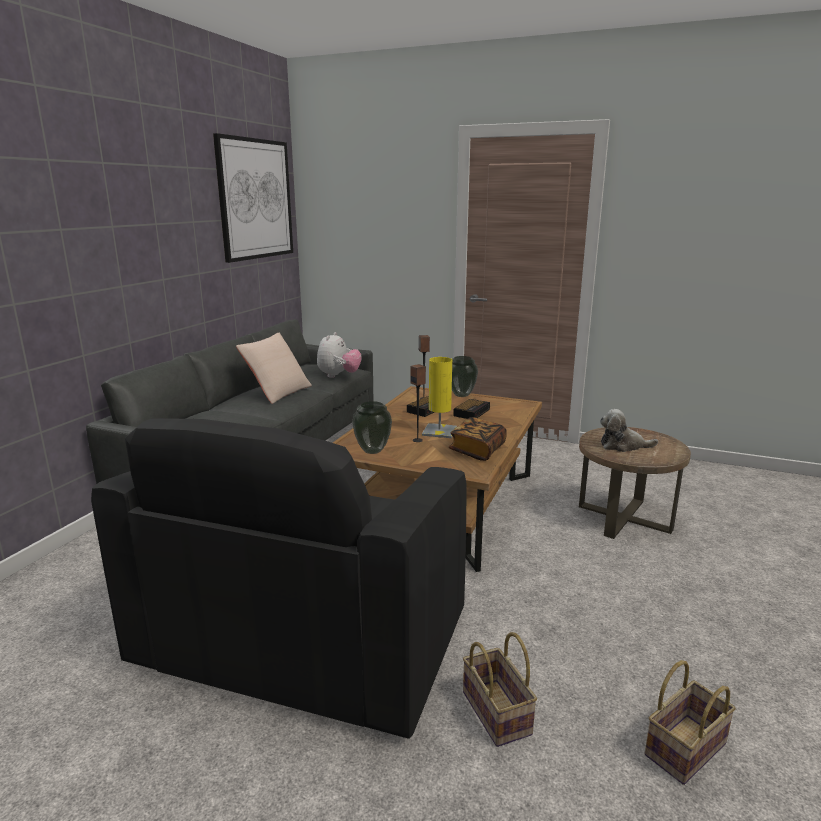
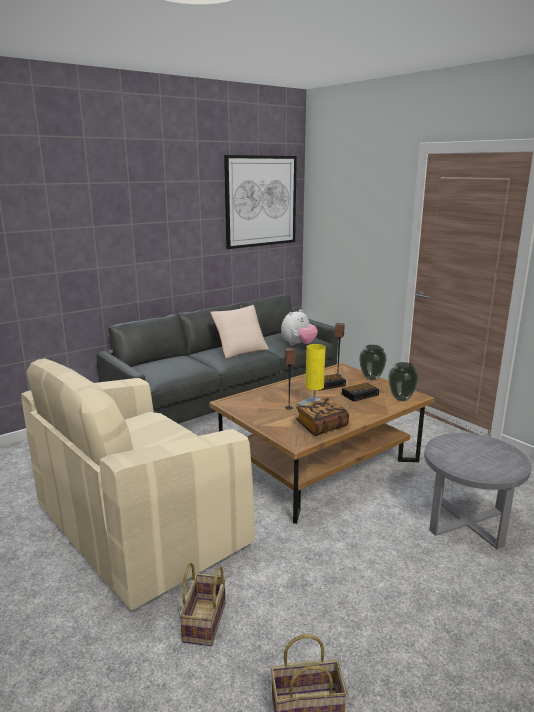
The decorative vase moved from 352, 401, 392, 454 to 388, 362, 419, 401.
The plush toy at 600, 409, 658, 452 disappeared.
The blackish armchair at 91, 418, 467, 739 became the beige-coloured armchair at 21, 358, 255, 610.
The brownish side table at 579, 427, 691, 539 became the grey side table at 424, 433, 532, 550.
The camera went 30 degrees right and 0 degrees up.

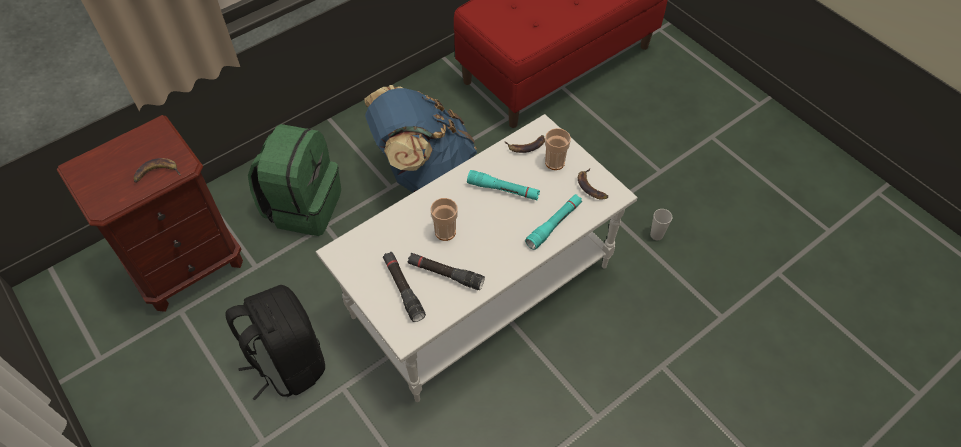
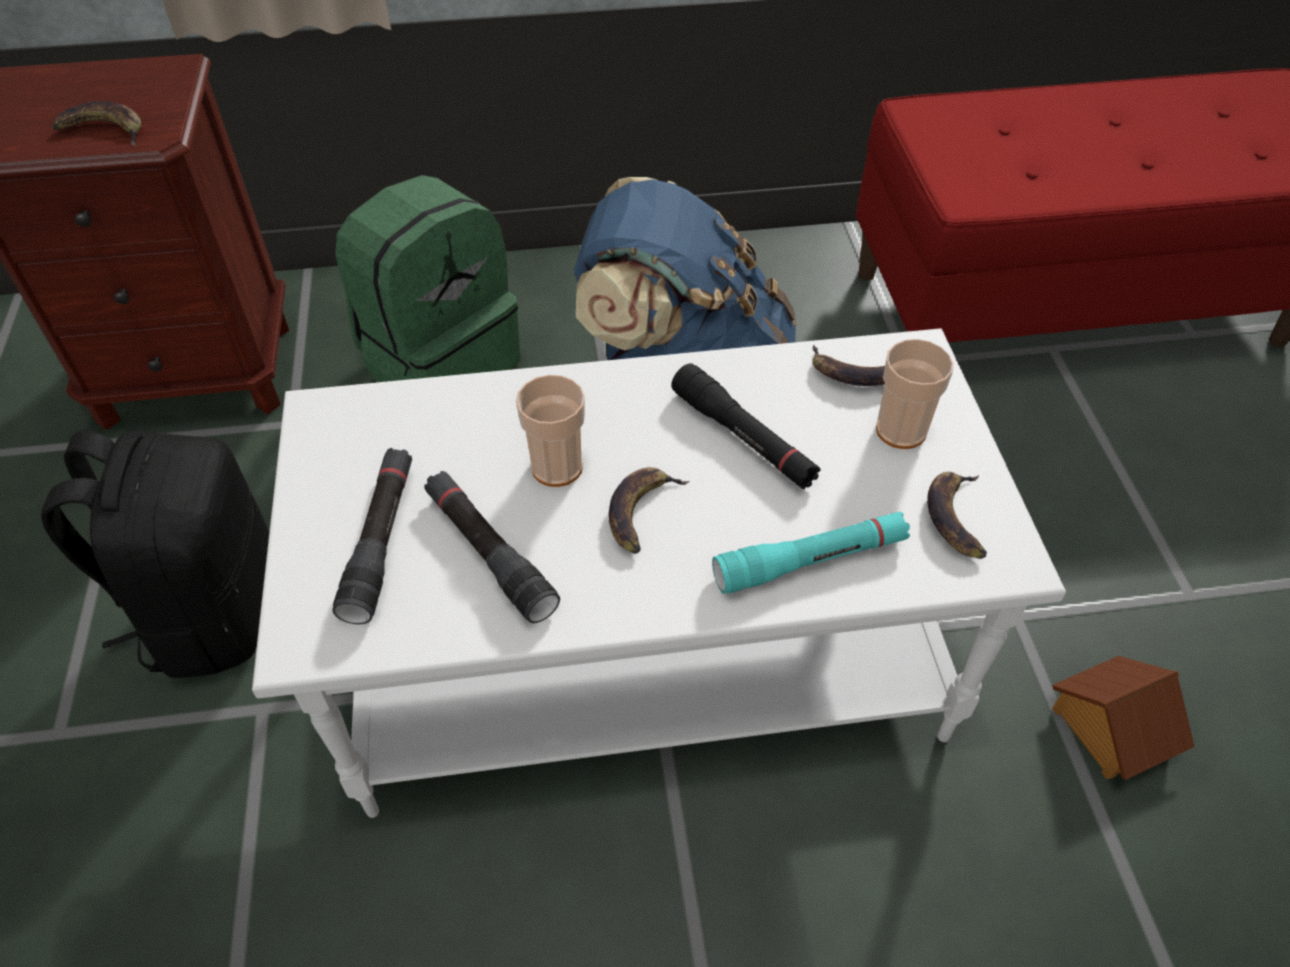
The turquoise-coloured torch at 467, 170, 540, 200 became the blackish torch at 671, 363, 821, 489.
The cup at 650, 209, 673, 240 was replaced by the miniature house at 1052, 656, 1195, 780.
The banana at 608, 467, 689, 554 appeared.
The camera went 30 degrees right and 5 degrees down.

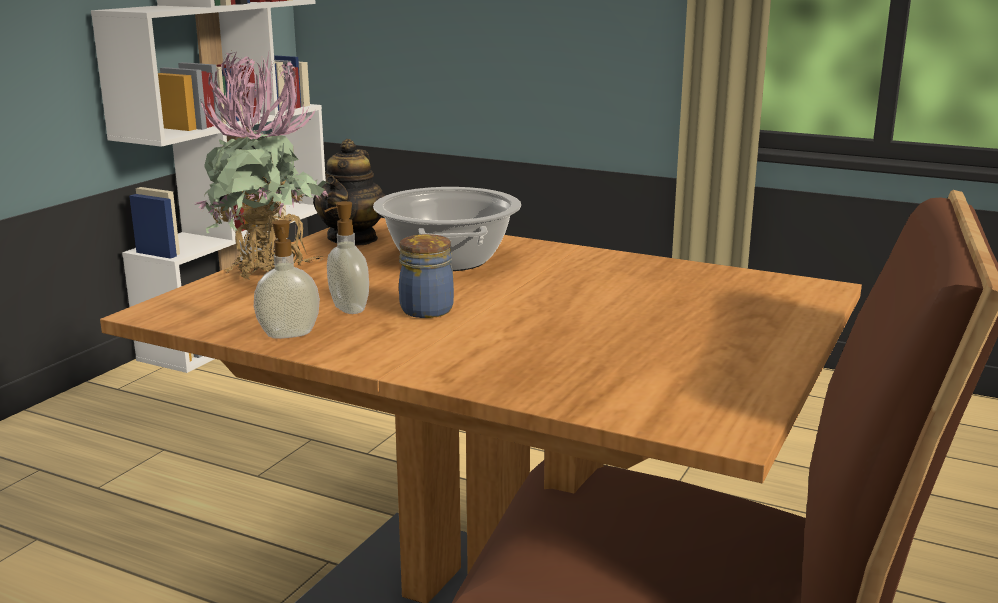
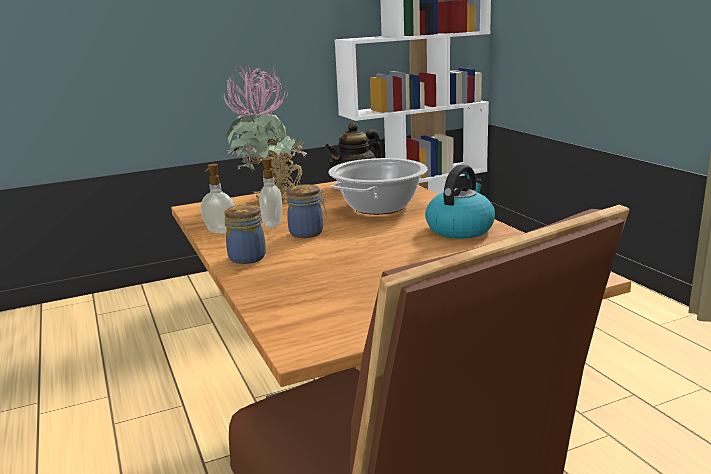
The kettle at 425, 165, 495, 239 appeared.
The preserve jar at 224, 205, 266, 264 appeared.
The camera went 40 degrees right and 0 degrees up.

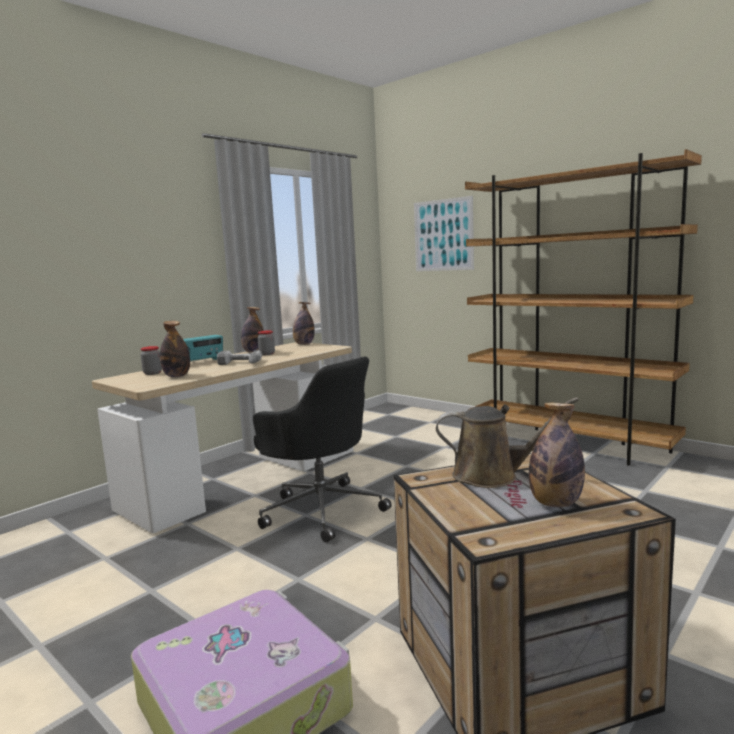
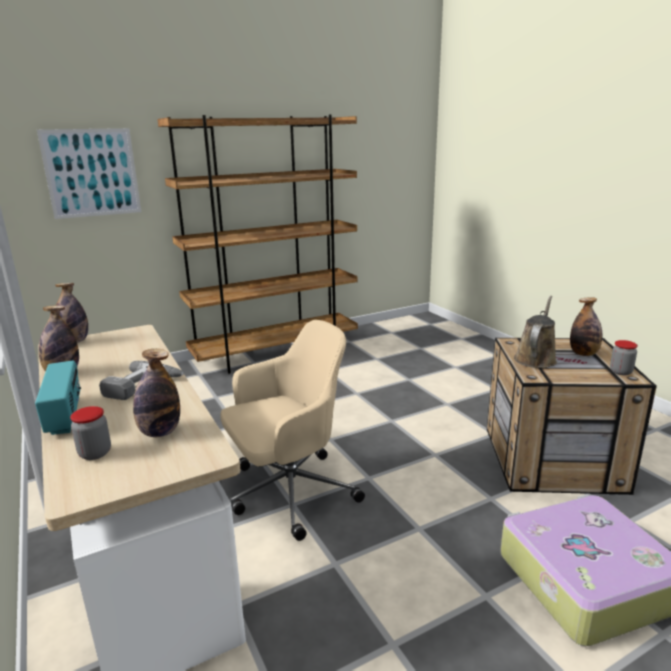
The preserve jar moved from 258, 330, 275, 355 to 610, 340, 638, 375.
The blackish computer chair at 253, 356, 392, 543 became the beige-coloured computer chair at 220, 320, 365, 541.
The camera went 70 degrees left and 10 degrees up.

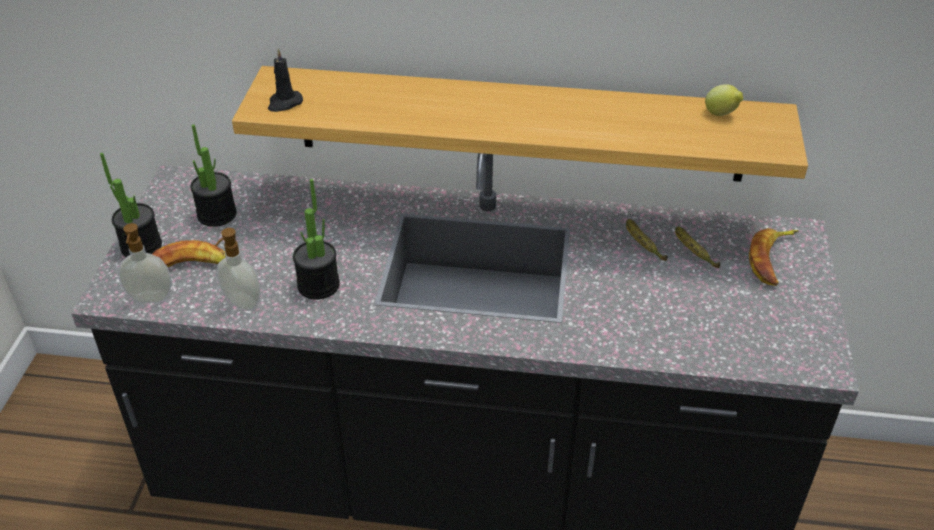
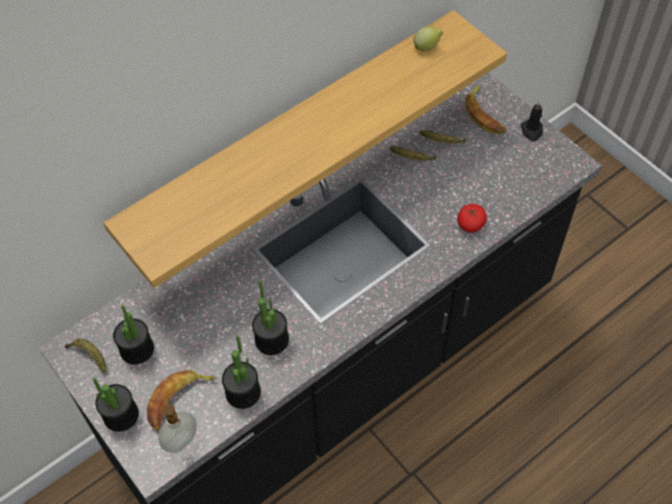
The blackish wax candle moved from 268, 49, 303, 112 to 521, 101, 543, 142.
The soap dispenser at 215, 228, 261, 310 was replaced by the houseplant at 222, 335, 261, 409.
The tomato at 457, 204, 487, 233 appeared.
The banana at 65, 339, 106, 373 appeared.
The camera went 45 degrees left and 15 degrees up.

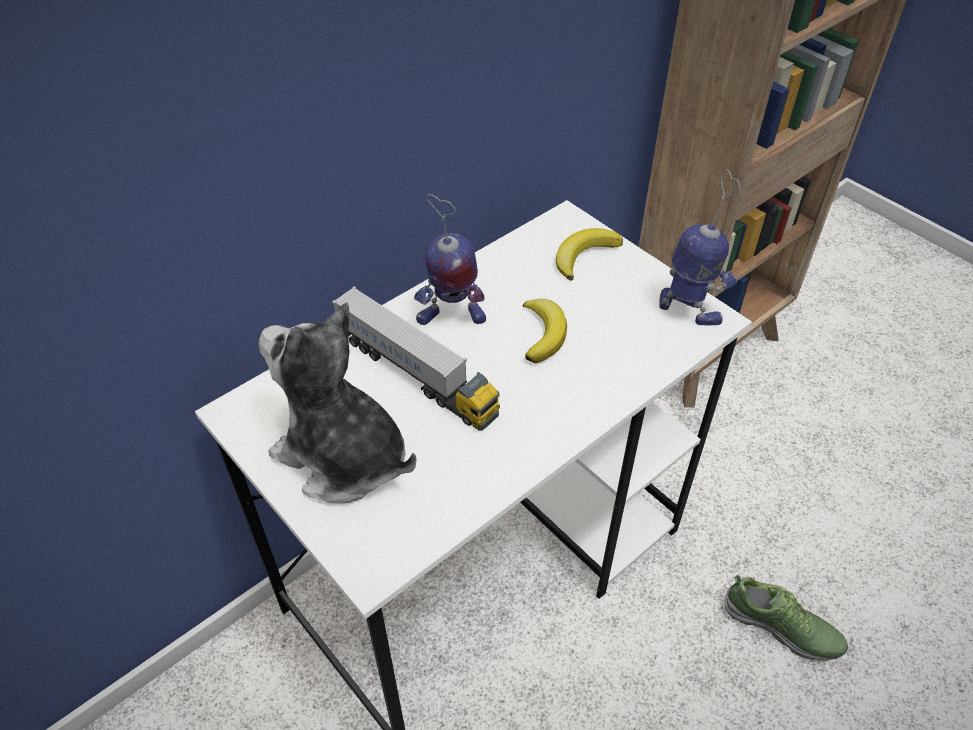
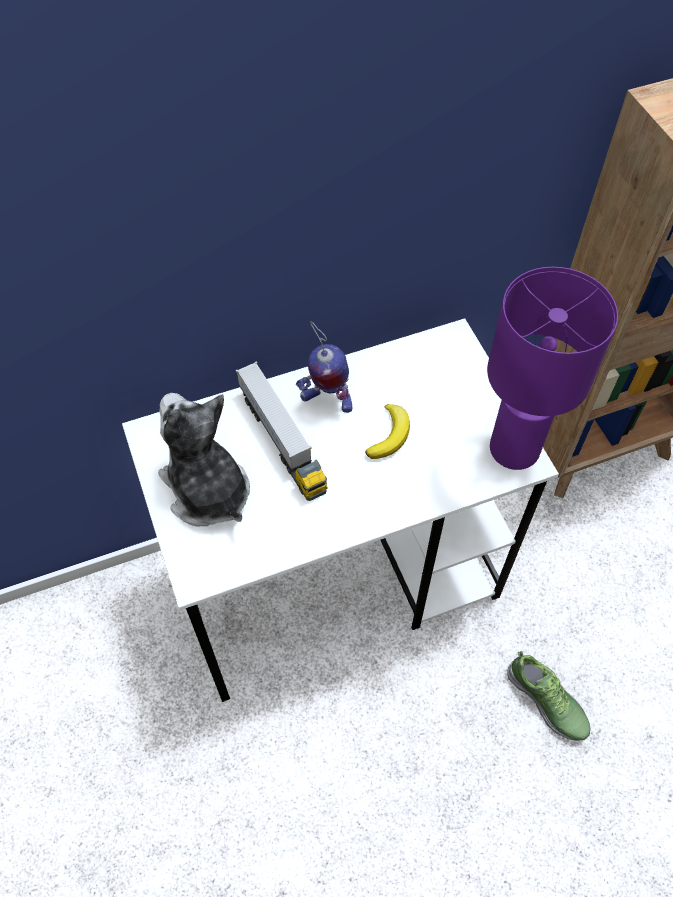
The robot figure at 659, 169, 740, 325 was replaced by the purplish table lamp at 487, 267, 618, 470.
The banana at 556, 228, 623, 281 disappeared.
The camera went 20 degrees right and 10 degrees up.

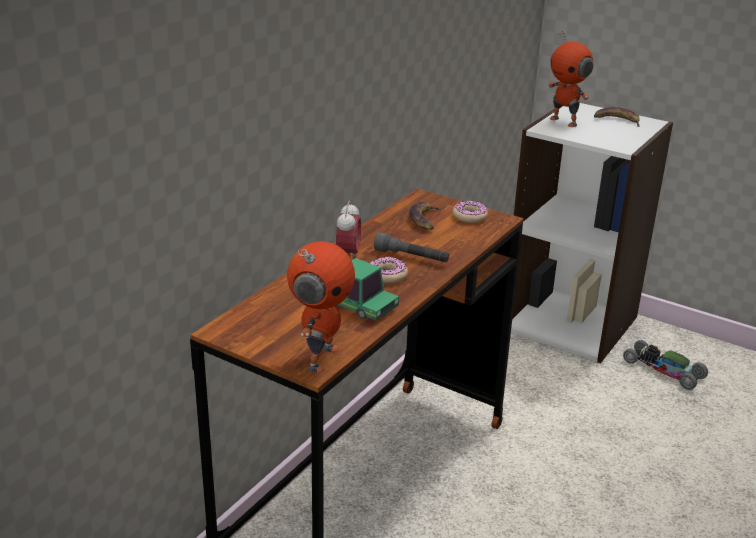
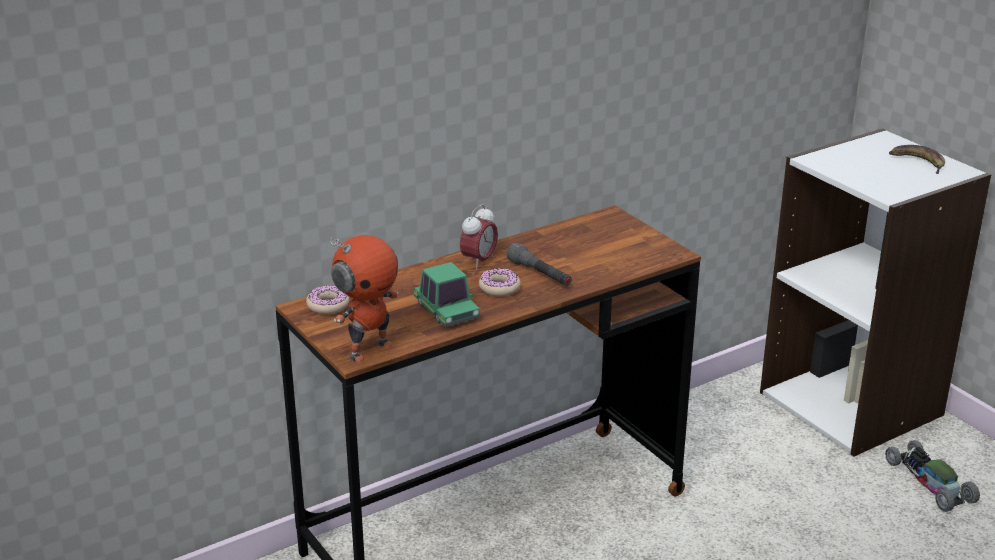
The robot figure at 548, 31, 594, 127 disappeared.
The doughnut moved from 453, 200, 488, 223 to 306, 285, 349, 314.
The banana at 409, 202, 442, 230 disappeared.
The camera went 25 degrees right and 0 degrees up.

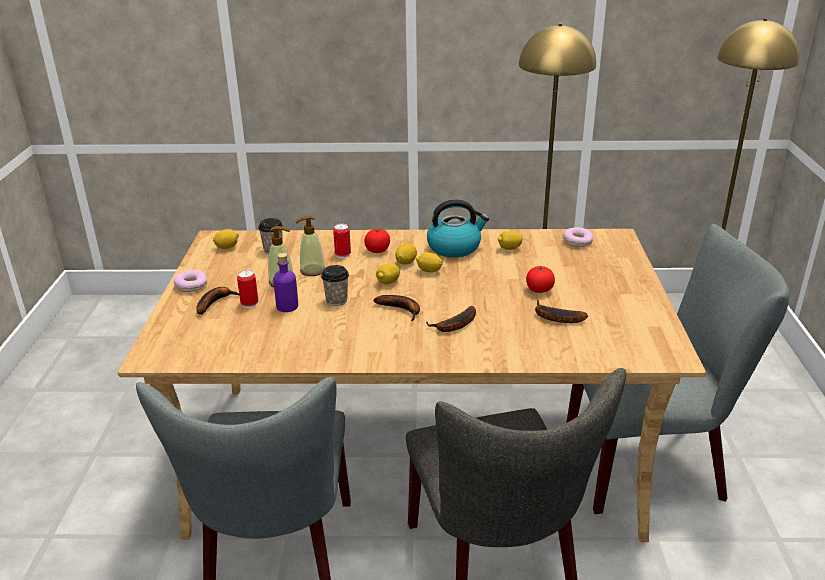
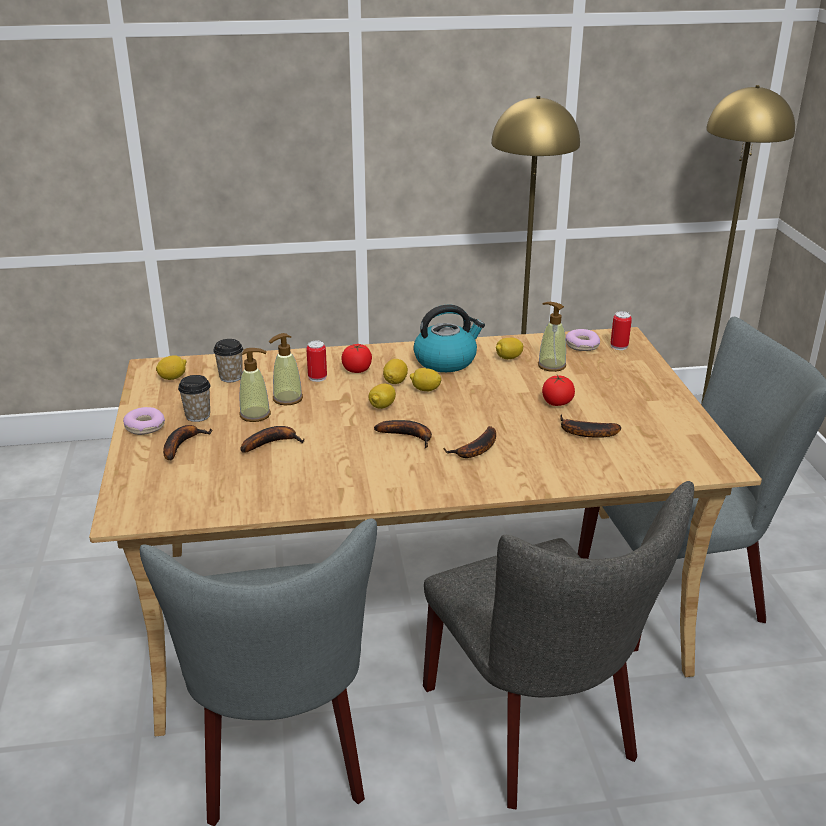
The purplish beverage bottle at 273, 253, 298, 312 was replaced by the banana at 241, 426, 304, 453.
The cup moved from 321, 265, 349, 306 to 178, 375, 211, 422.
The metal can moved from 237, 270, 258, 308 to 610, 311, 632, 350.
The soap dispenser at 538, 302, 566, 372 appeared.
The camera went 10 degrees left and 0 degrees up.

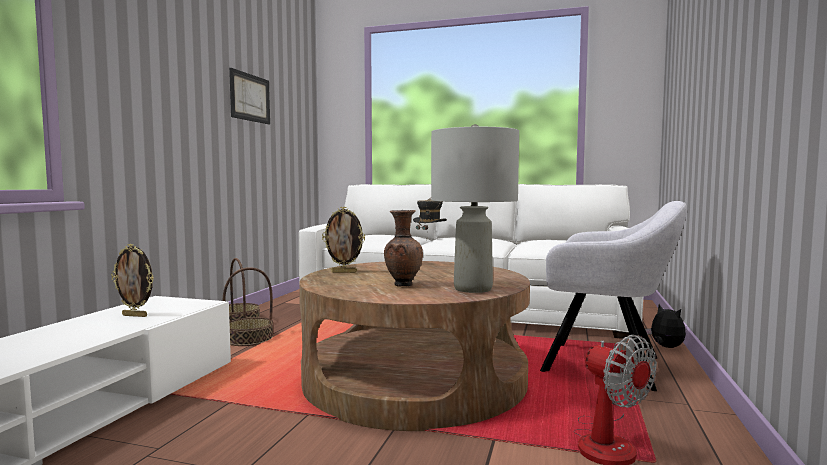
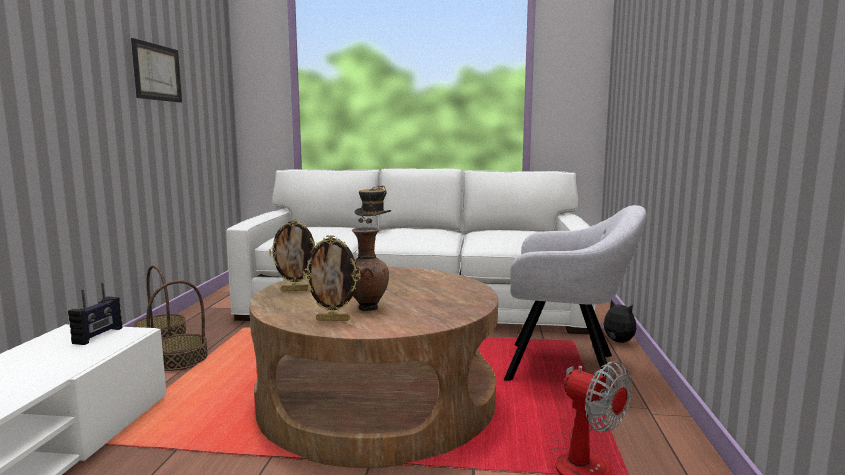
The grey table lamp at 431, 124, 519, 293 disappeared.
The photo frame moved from 111, 244, 154, 317 to 303, 235, 360, 321.
The radio set at 68, 283, 122, 345 appeared.
The camera went 10 degrees left and 5 degrees up.

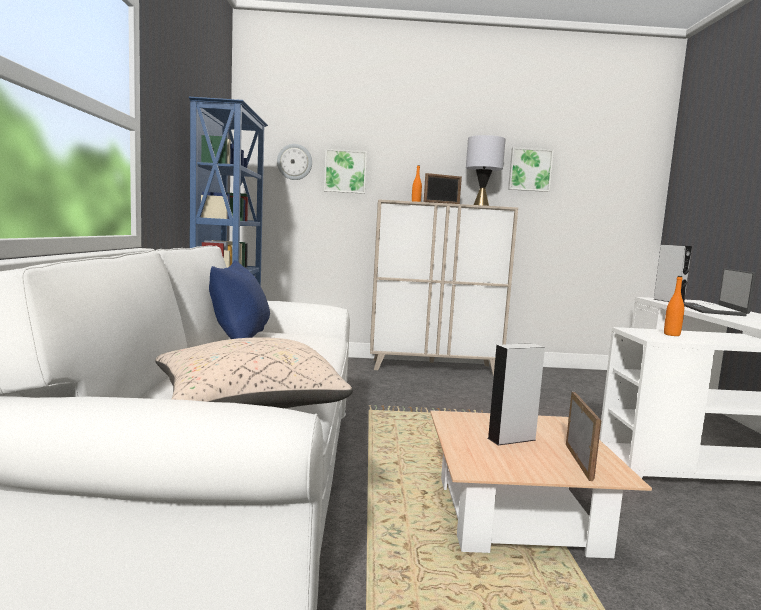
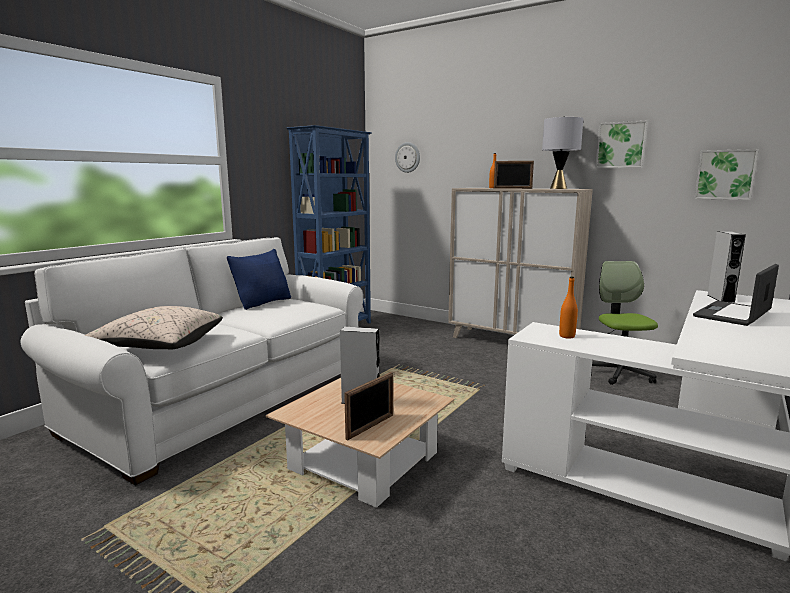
The wall picture moved from 324, 149, 367, 194 to 694, 149, 759, 200.
The computer chair at 592, 261, 658, 385 appeared.
The camera went 35 degrees right and 5 degrees up.

